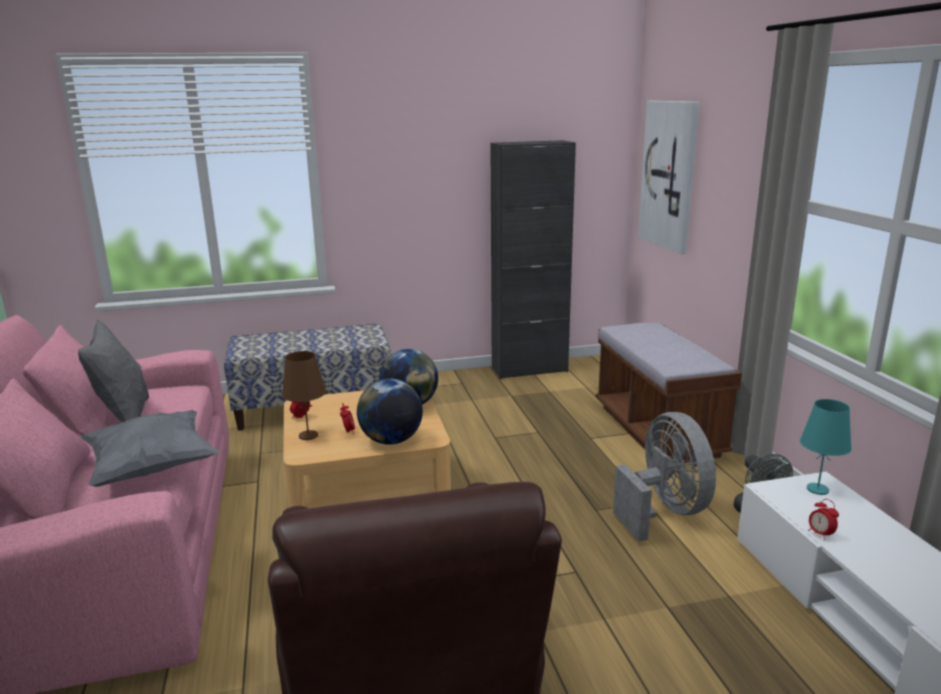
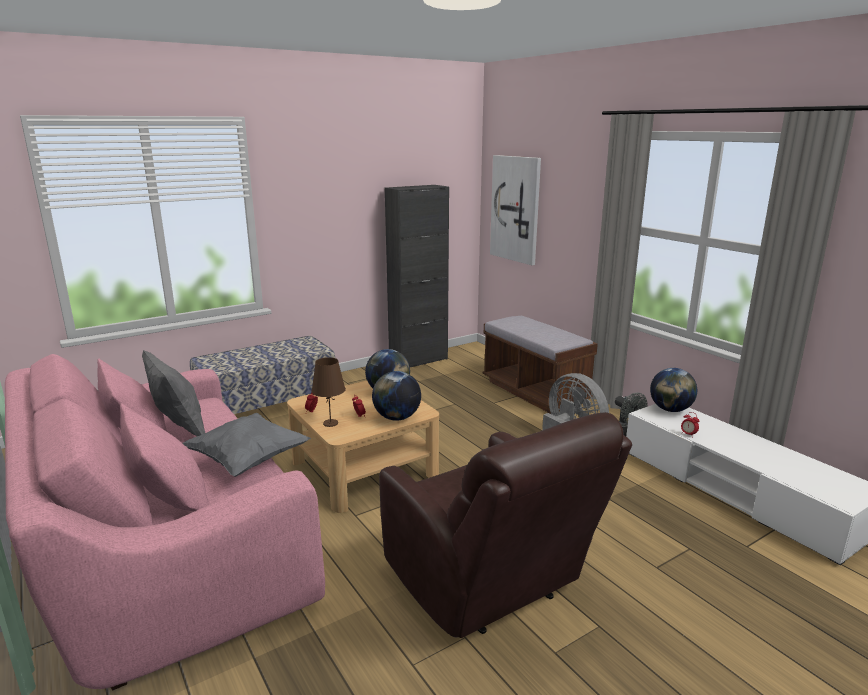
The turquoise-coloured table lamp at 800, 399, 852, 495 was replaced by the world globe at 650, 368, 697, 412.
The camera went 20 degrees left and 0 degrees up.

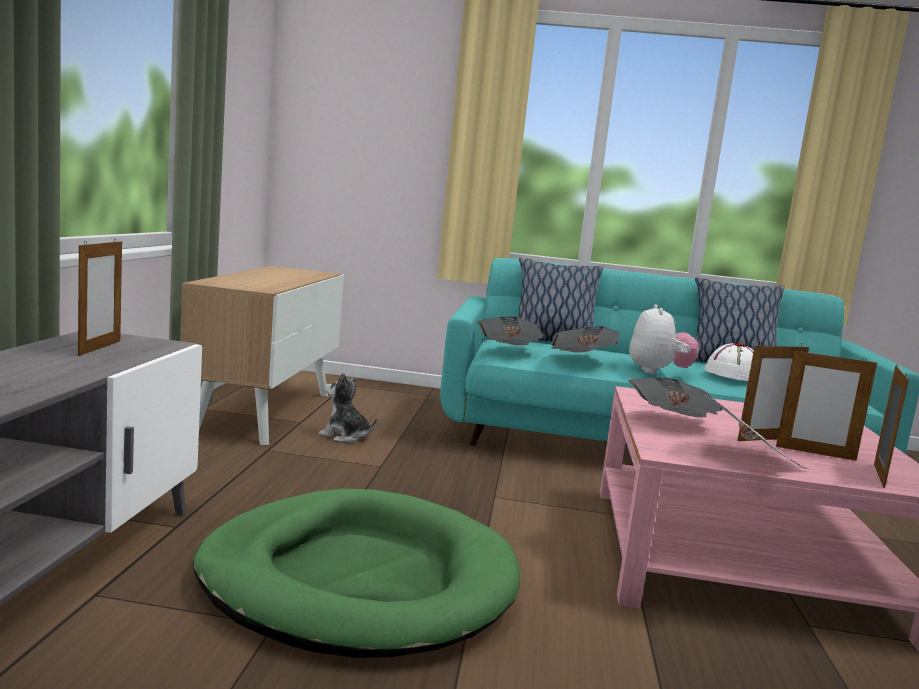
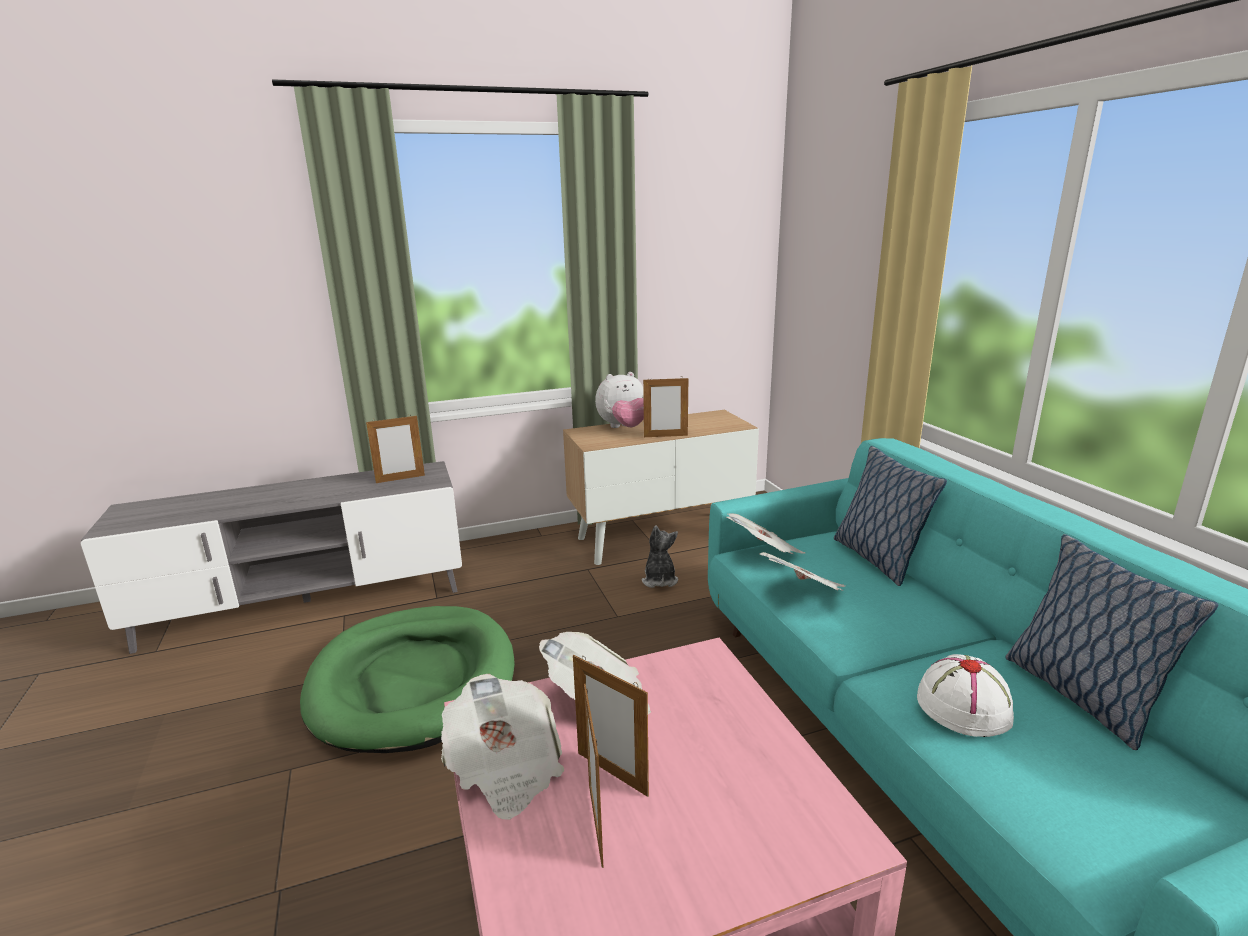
The plush toy moved from 629, 304, 698, 374 to 595, 372, 644, 428.
The photo frame moved from 874, 364, 909, 488 to 643, 376, 688, 437.
The camera went 65 degrees right and 10 degrees up.

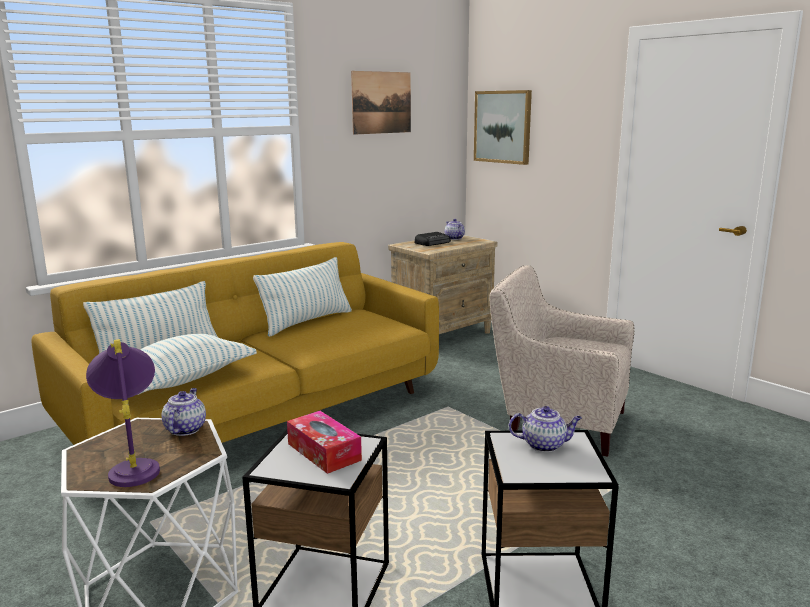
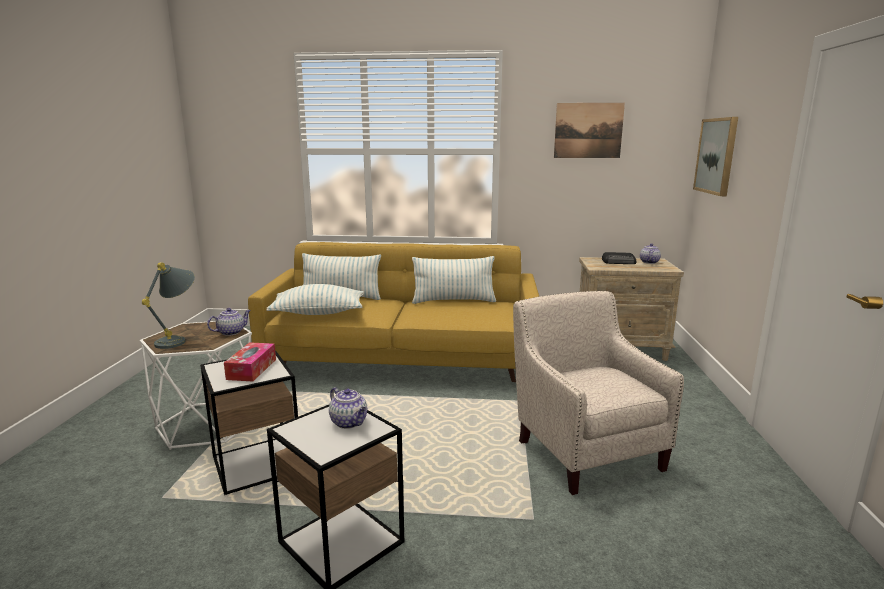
The purplish table lamp at 86, 339, 160, 487 became the grey table lamp at 142, 262, 195, 349.
The camera went 45 degrees right and 0 degrees up.

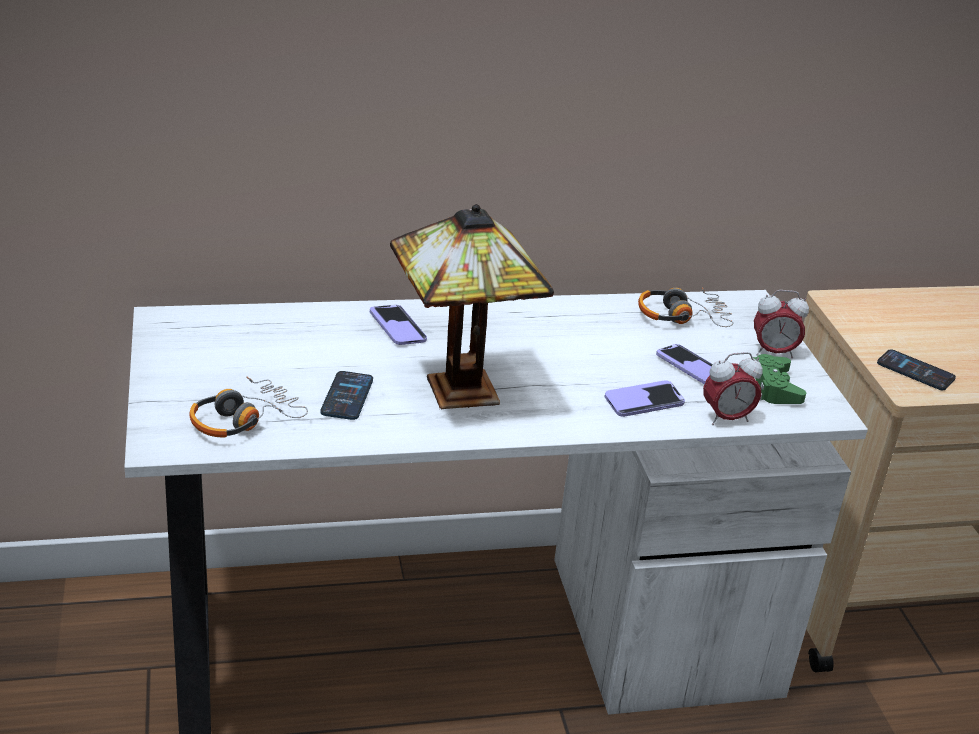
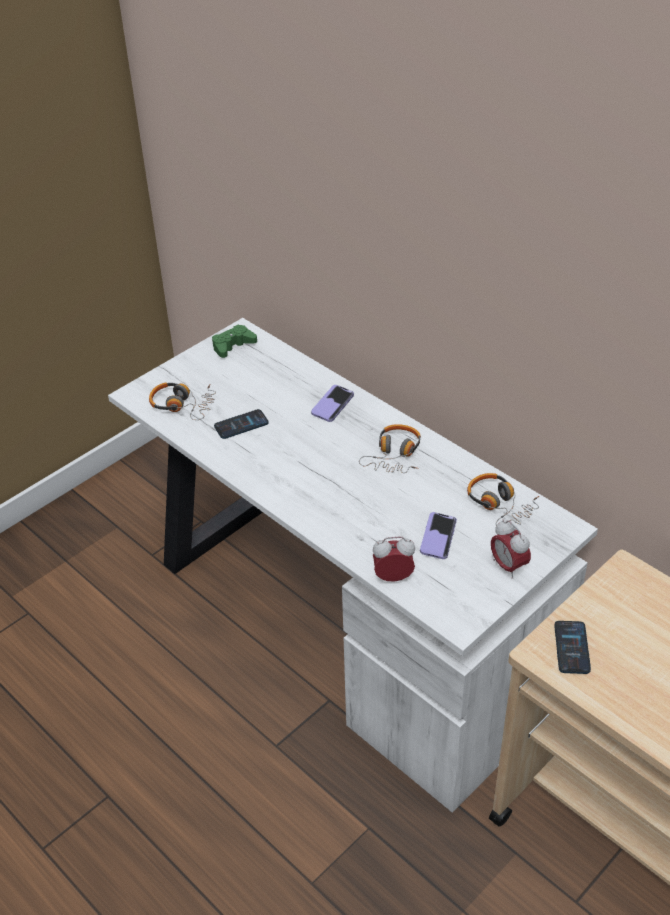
The table lamp at 390, 204, 554, 409 disappeared.
The table clock at 703, 352, 763, 425 turned 135 degrees clockwise.
The greenish game controller moved from 753, 354, 806, 404 to 212, 325, 257, 358.
The handset at 605, 380, 685, 417 disappeared.
The pair of headphones at 359, 424, 421, 473 appeared.
The camera went 60 degrees right and 10 degrees up.

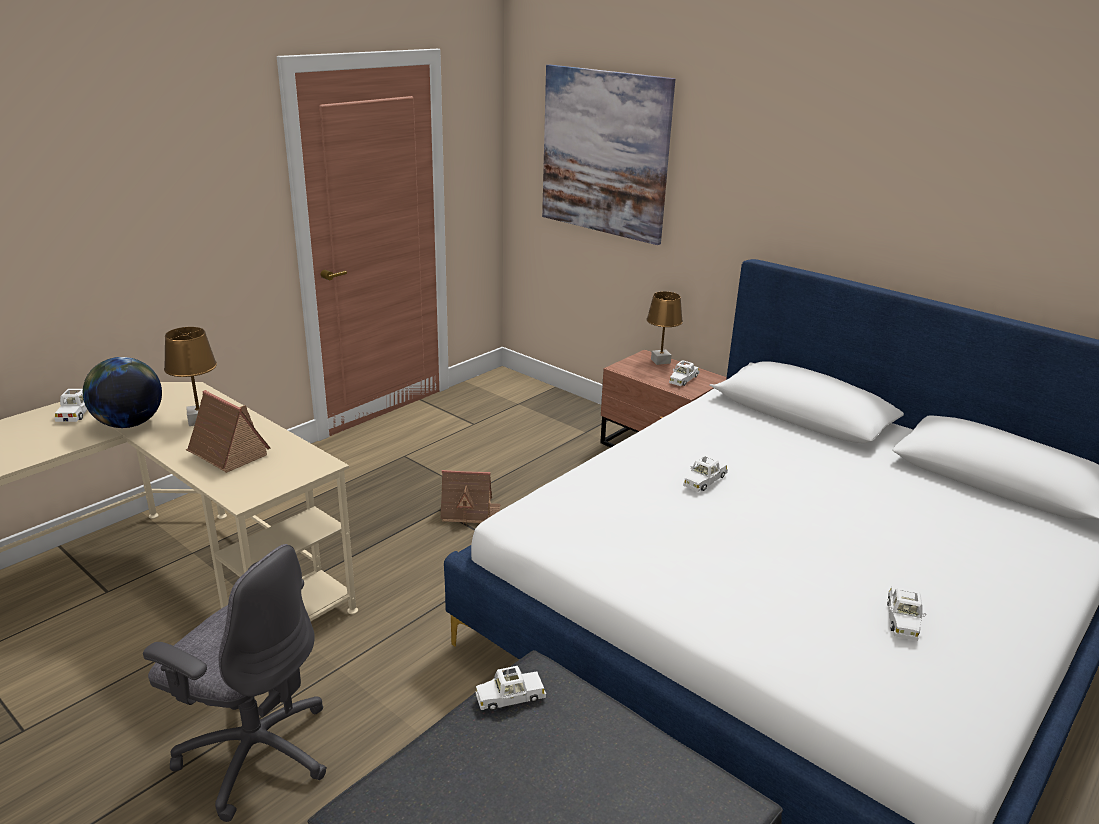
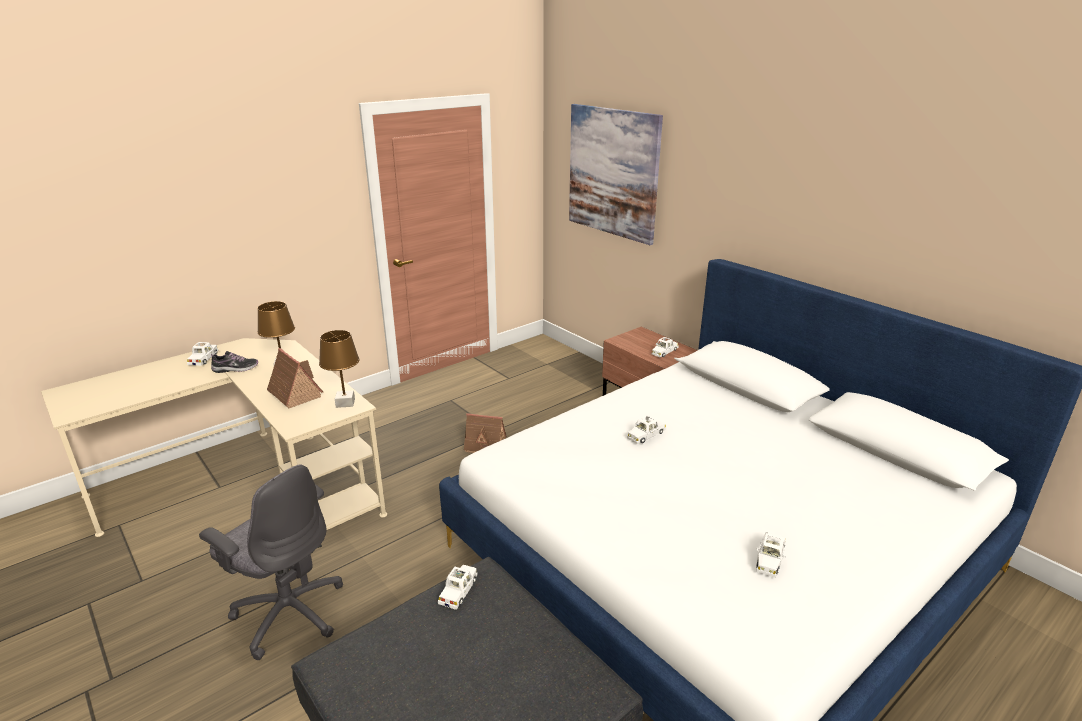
The brownish table lamp moved from 647, 291, 683, 365 to 319, 330, 360, 408.
The world globe at 83, 357, 162, 428 was replaced by the shoe at 211, 351, 258, 373.
The whitish toy car at 476, 666, 546, 711 turned 120 degrees clockwise.
The camera went 10 degrees right and 0 degrees up.

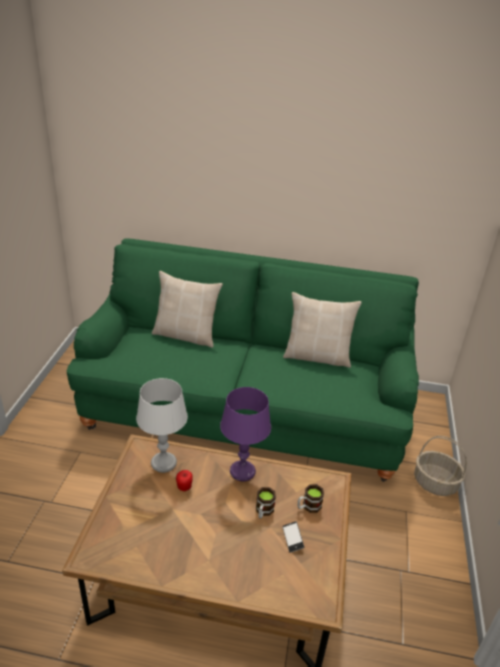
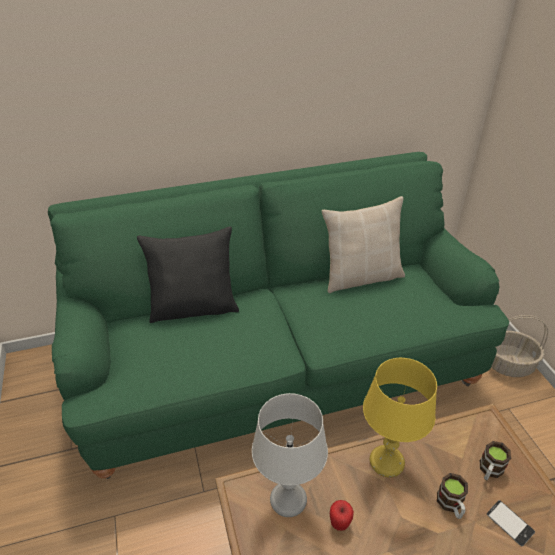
The beige-coloured pillow at 152, 271, 223, 348 became the blackish pillow at 137, 226, 239, 323.
The purplish table lamp at 220, 387, 271, 481 became the yellow-coloured table lamp at 363, 358, 437, 477.
The camera went 25 degrees left and 5 degrees up.

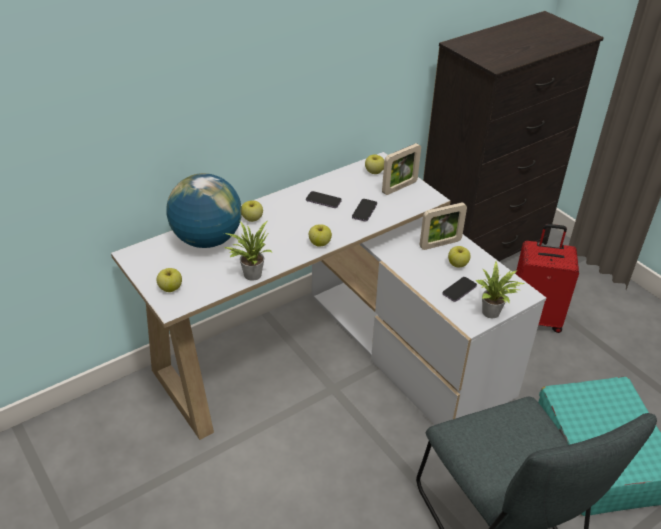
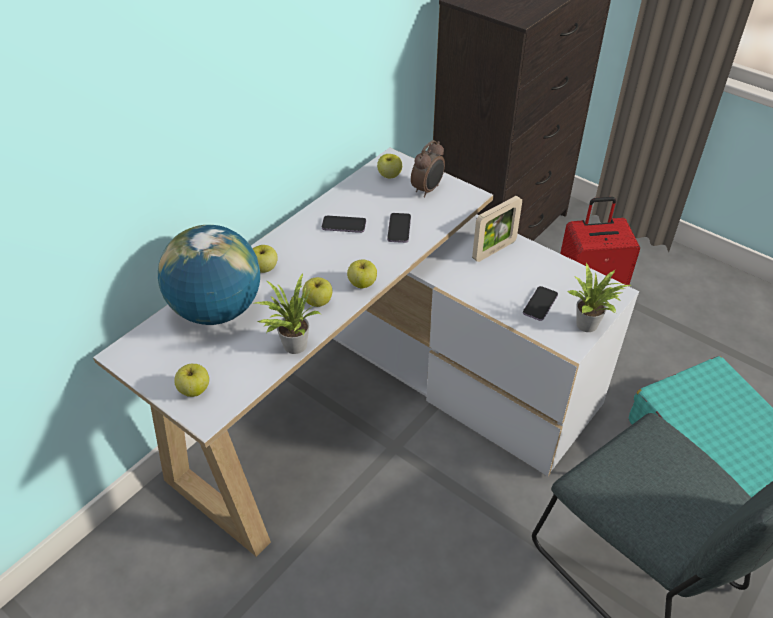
The photo frame at 382, 143, 421, 195 was replaced by the table clock at 411, 140, 445, 198.
The whole apple moved from 448, 246, 471, 267 to 303, 277, 332, 307.
The camera went 15 degrees left and 5 degrees up.

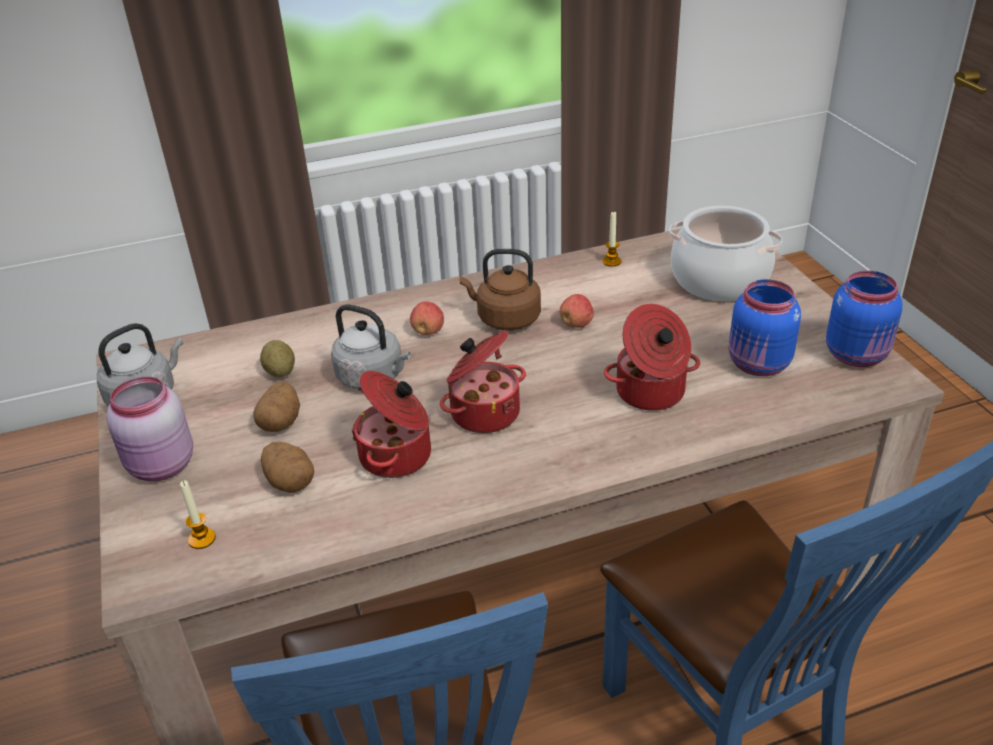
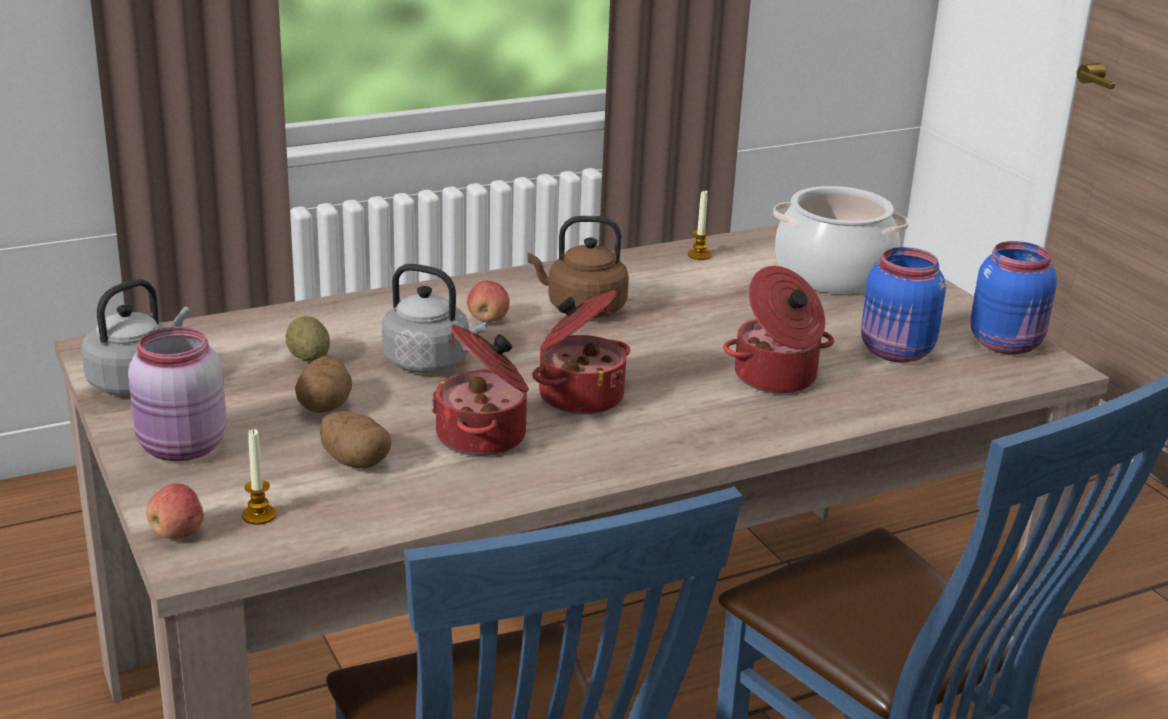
The whole apple moved from 559, 294, 594, 328 to 146, 483, 204, 539.
The camera went 10 degrees left and 10 degrees down.

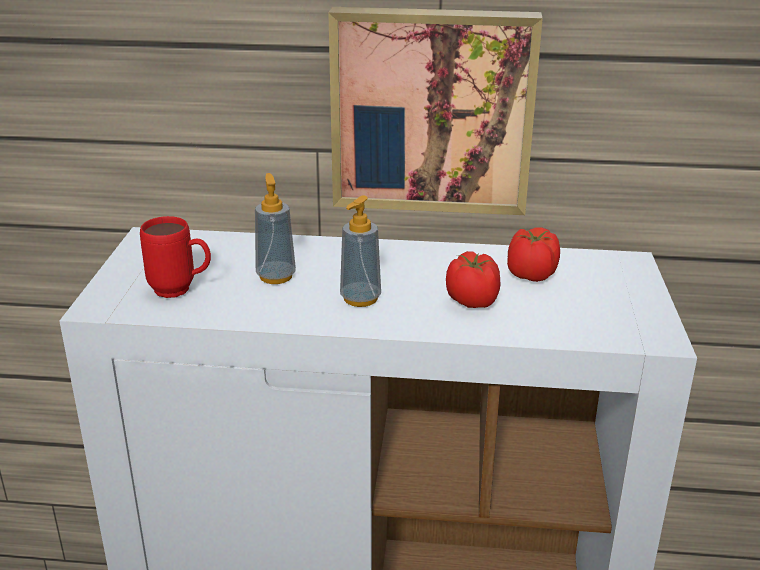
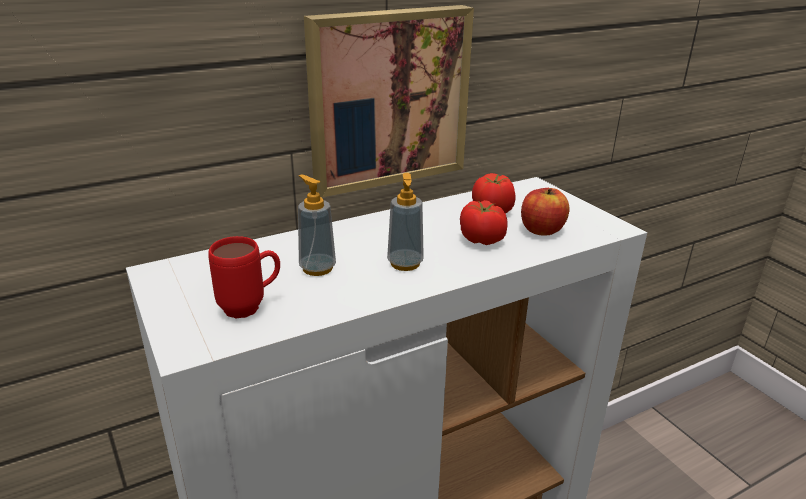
The whole apple at 521, 188, 569, 236 appeared.
The camera went 35 degrees left and 0 degrees up.

